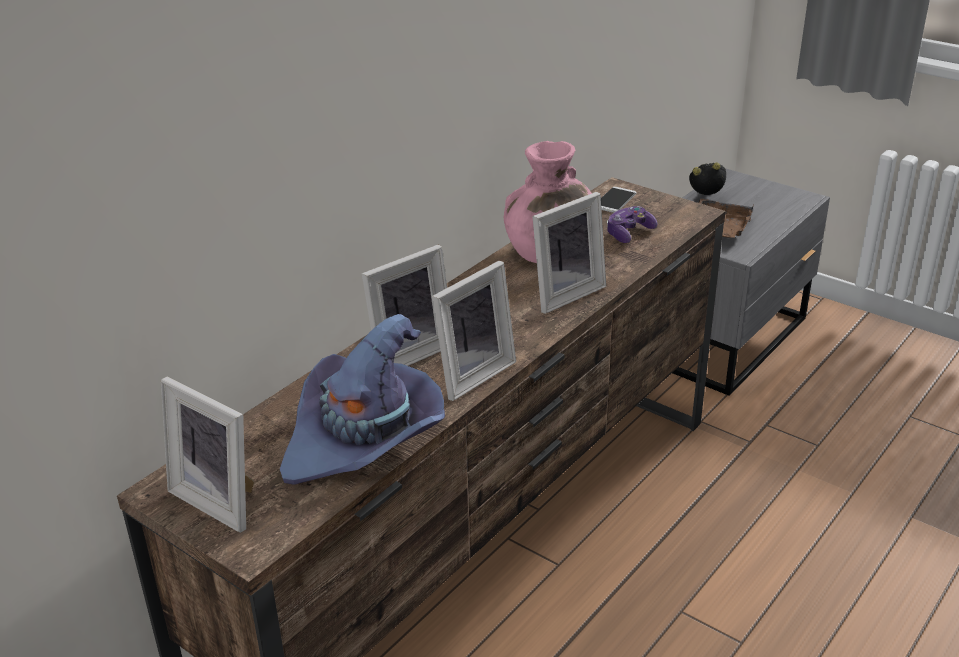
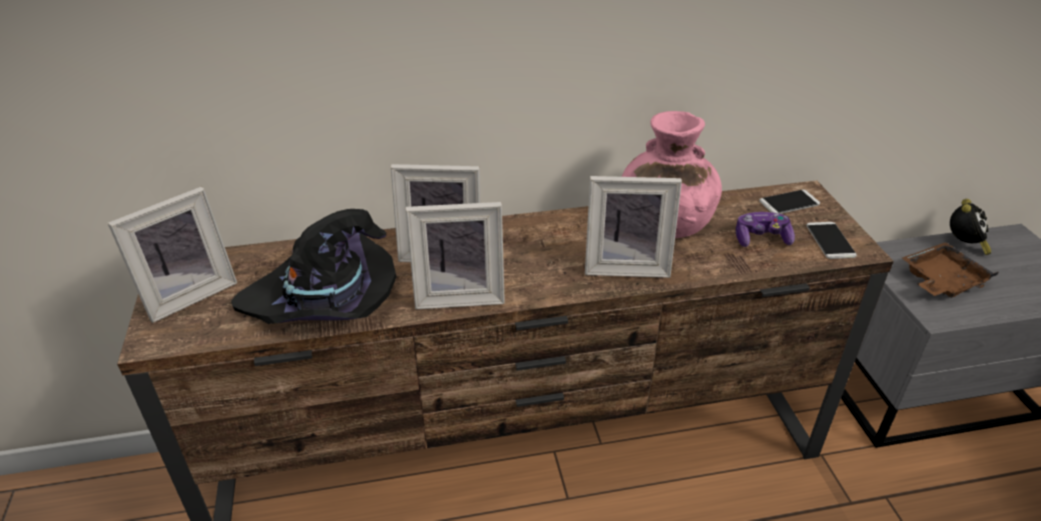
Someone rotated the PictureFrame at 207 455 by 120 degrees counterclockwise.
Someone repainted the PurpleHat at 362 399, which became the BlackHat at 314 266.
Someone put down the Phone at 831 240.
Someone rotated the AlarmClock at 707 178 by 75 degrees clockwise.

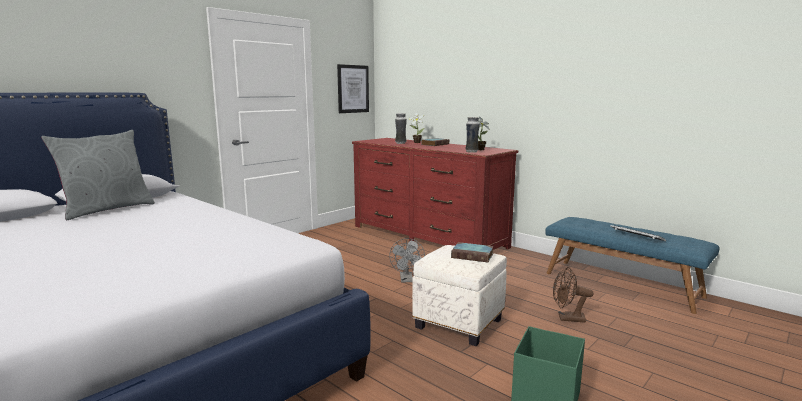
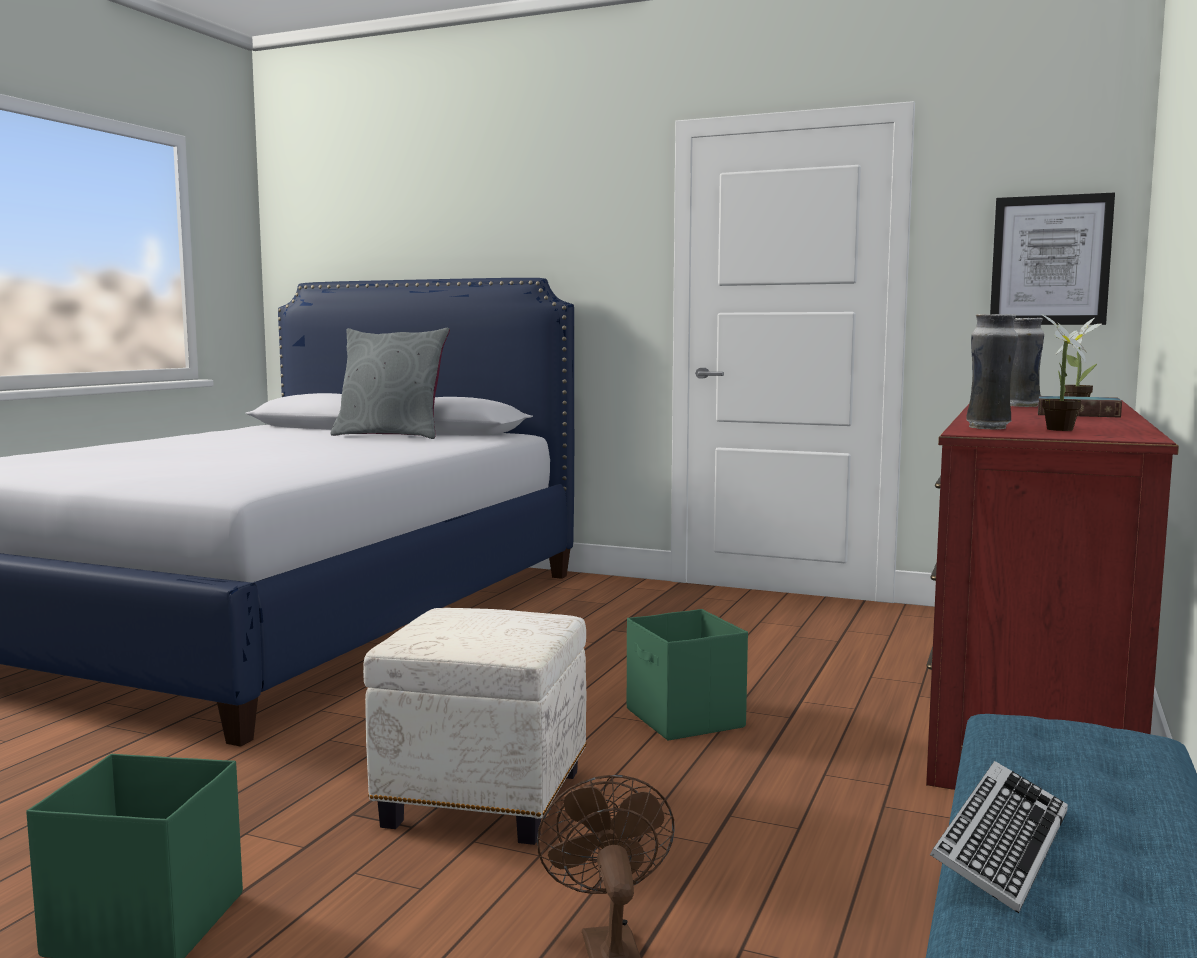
Someone swapped the GreyFan at 407 260 for the GreenStorageBox at 687 674.
Someone took away the Book at 472 252.

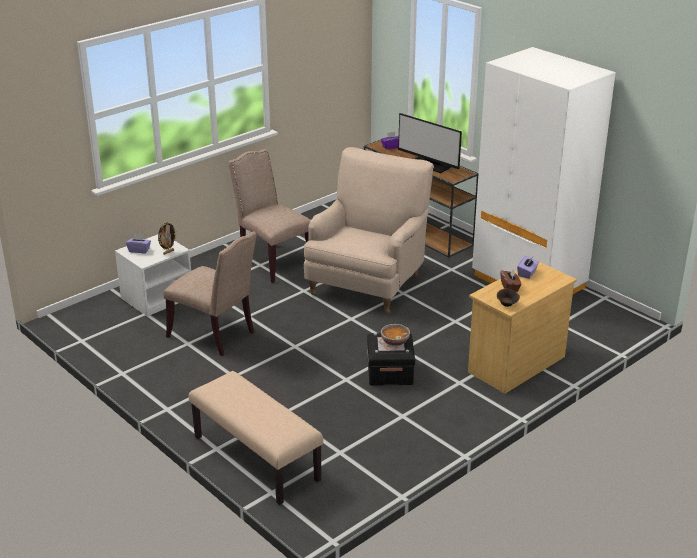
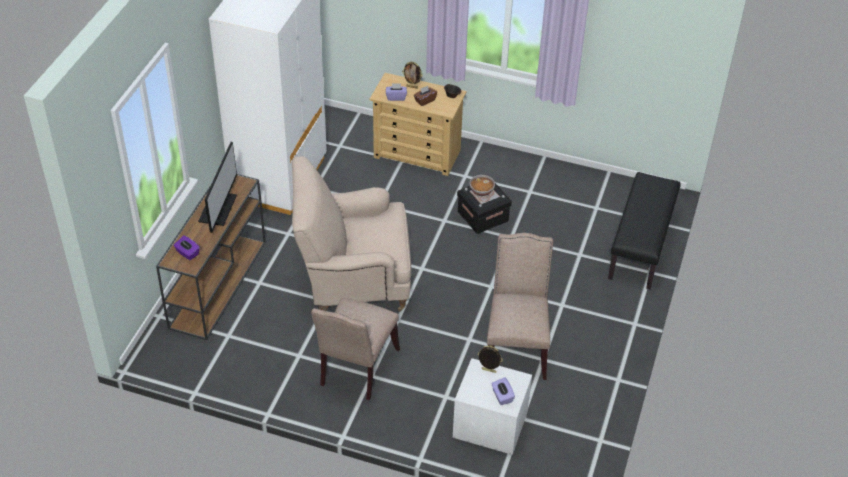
Someone put down the PictureFrame at 412 75.
Someone repainted the BeigeBench at 256 438, which became the BlackBench at 644 230.

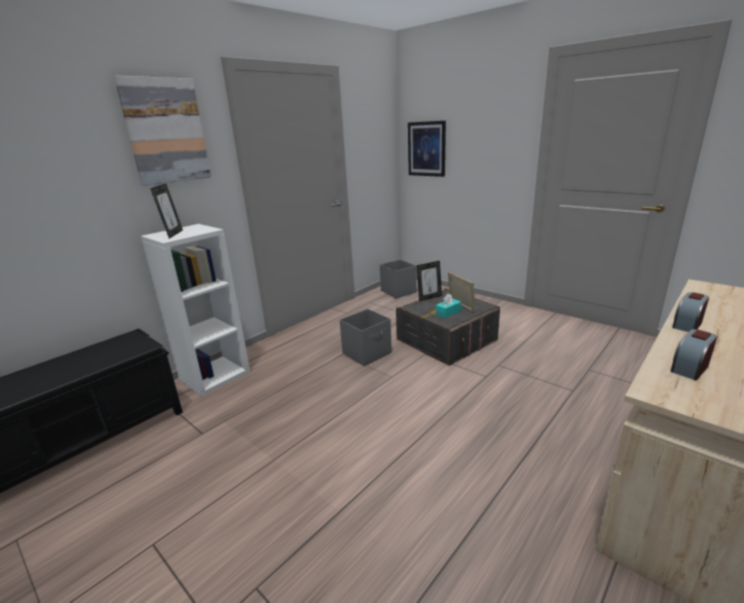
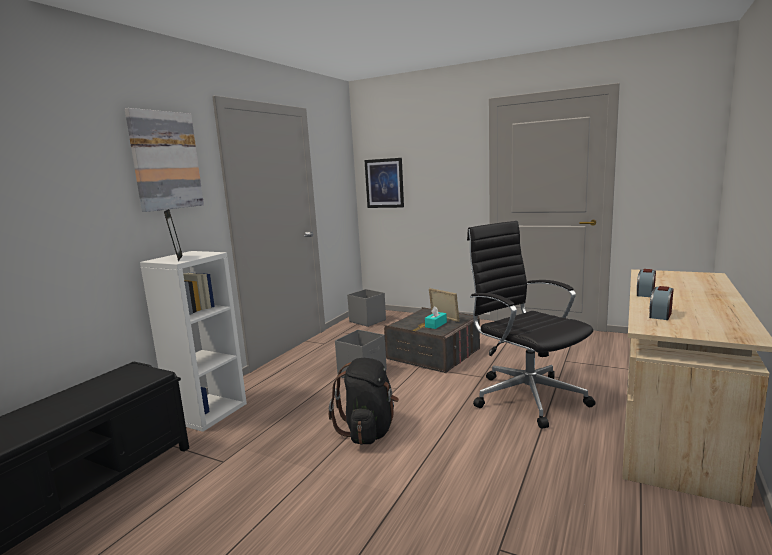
Someone put down the BlackBackpack at 364 401.
Someone put down the BlackOfficeChair at 531 325.
Someone took away the PictureFrame at 429 281.

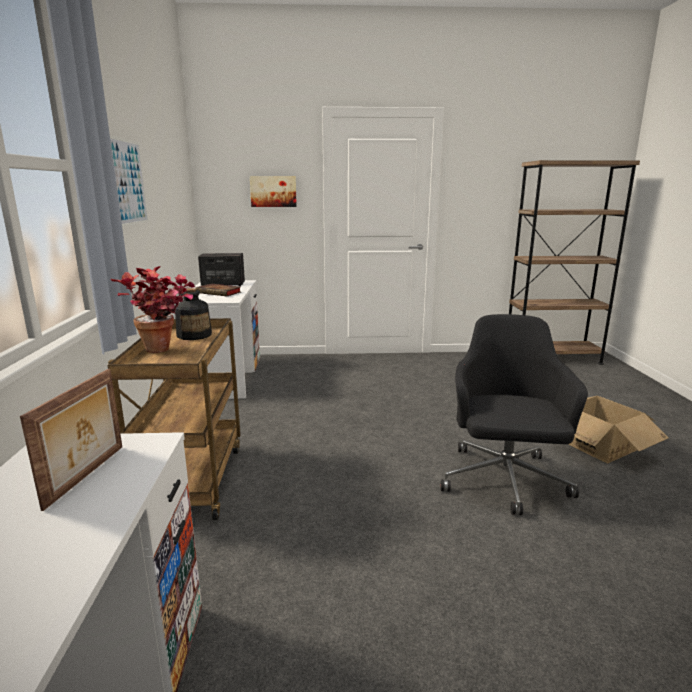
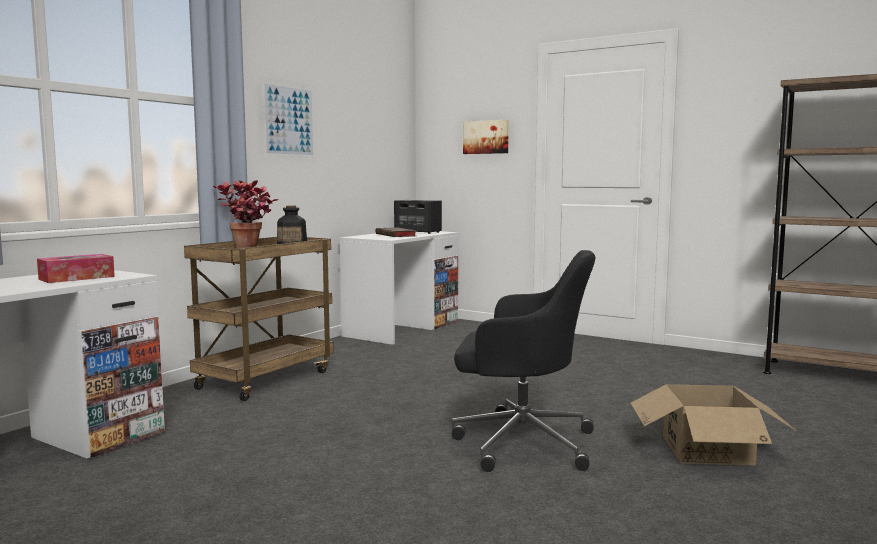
Someone swapped the PictureFrame at 71 440 for the TissueBox at 76 268.
Someone rotated the BlackOfficeChair at 514 414 by 60 degrees clockwise.

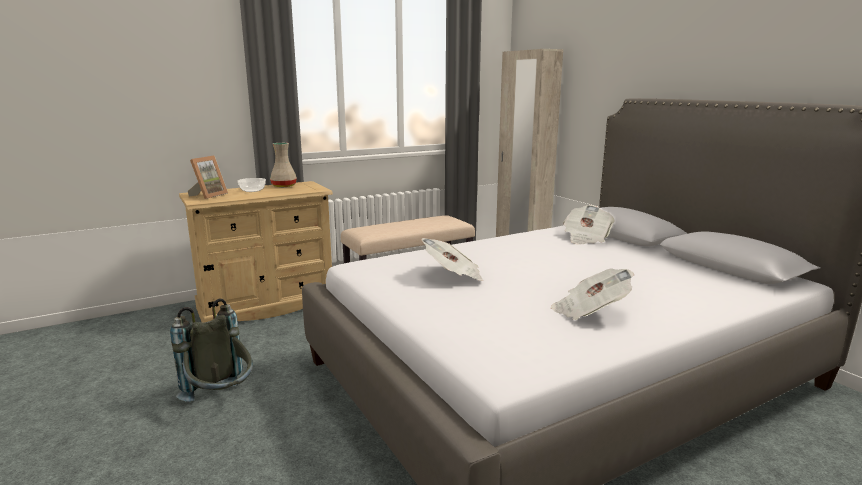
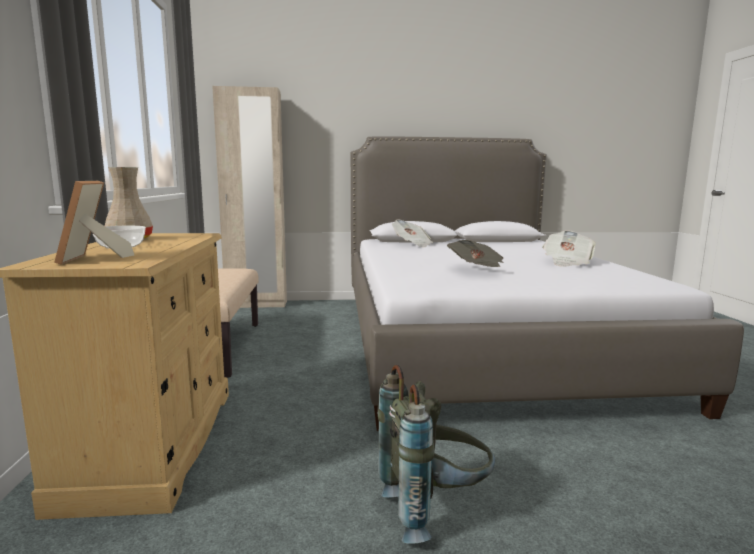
Someone rotated the PictureFrame at 208 177 by 150 degrees counterclockwise.

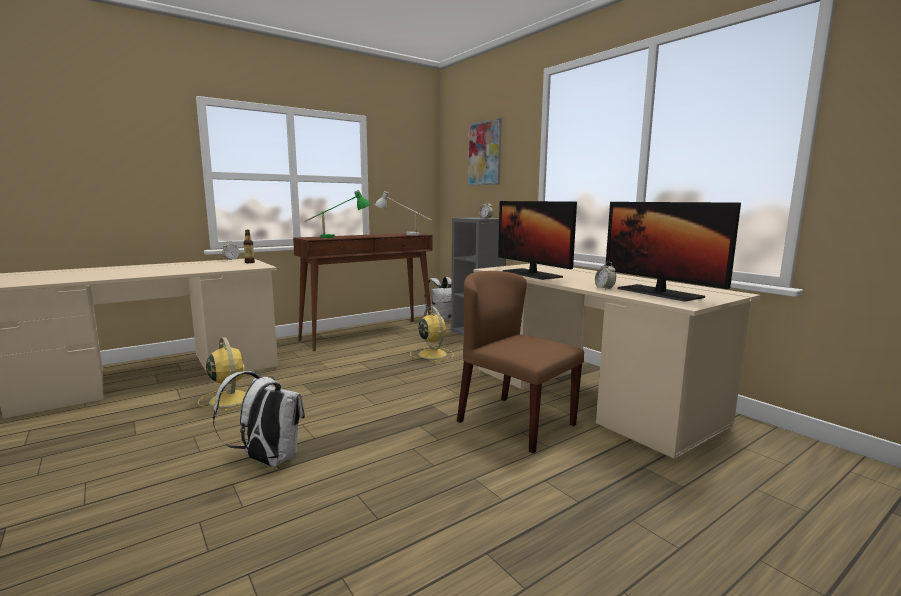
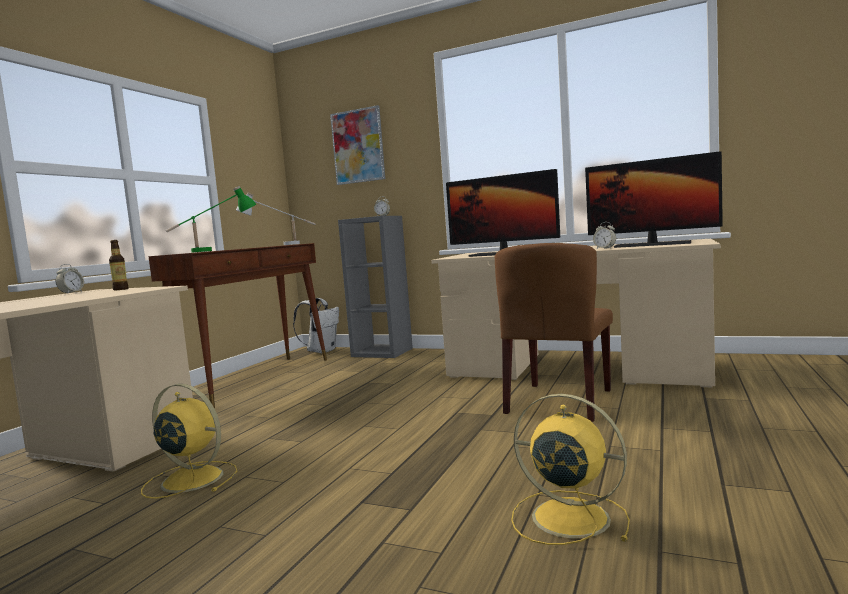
Someone rotated the BrownChair at 520 362 by 75 degrees counterclockwise.
Someone carried the YellowFan from 432 334 to 570 469.
Someone took away the WhiteBackpack at 259 419.

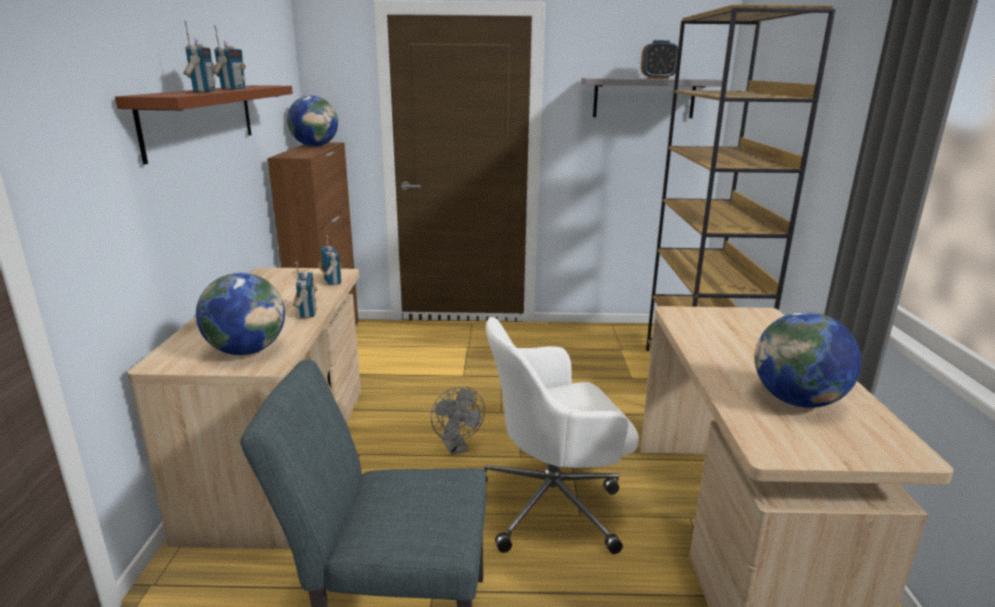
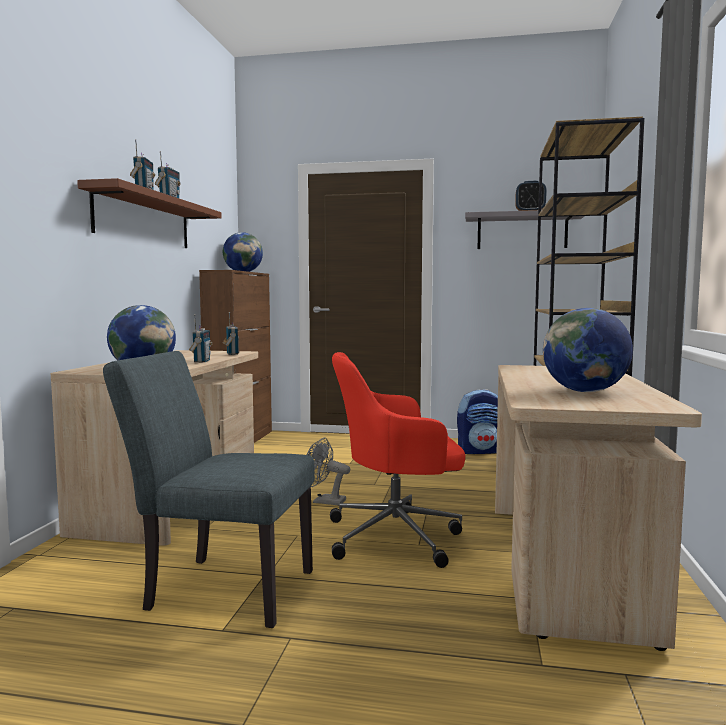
Someone rotated the GreyFan at 458 420 by 120 degrees clockwise.
Someone repainted the WhiteOfficeChair at 561 435, which became the RedOfficeChair at 397 460.
Someone put down the Backpack at 477 421.

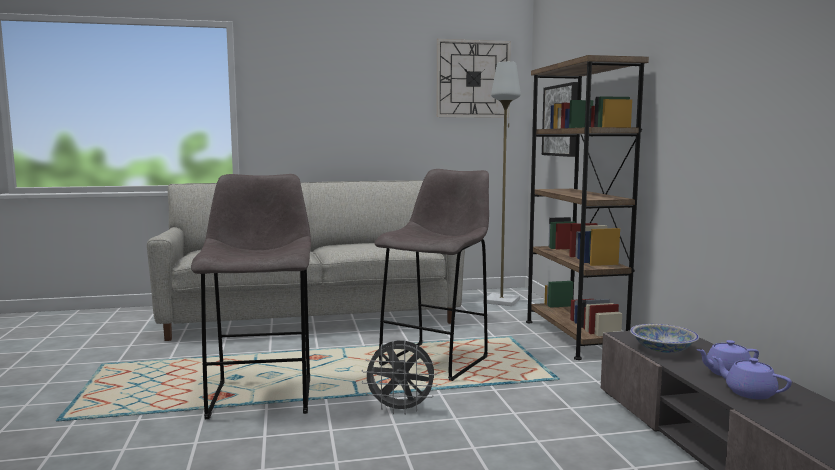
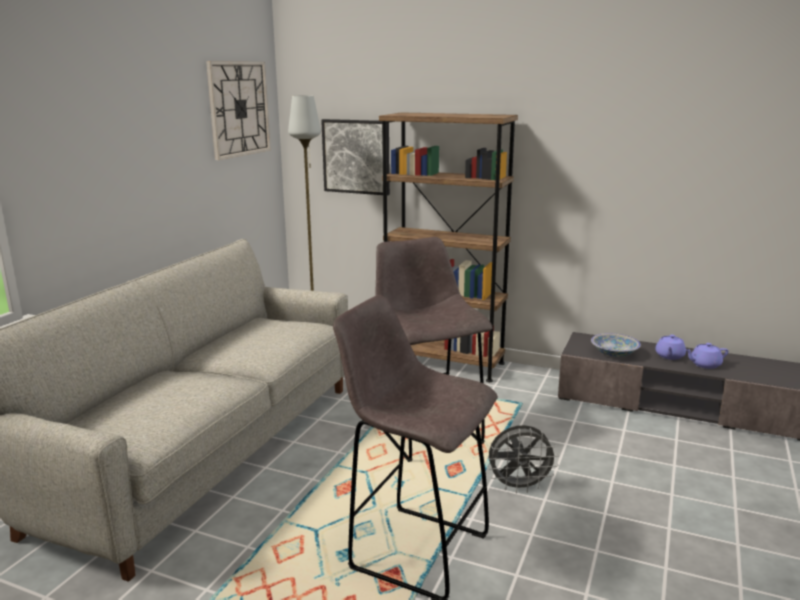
Someone rotated the GreyFan at 400 377 by 45 degrees clockwise.

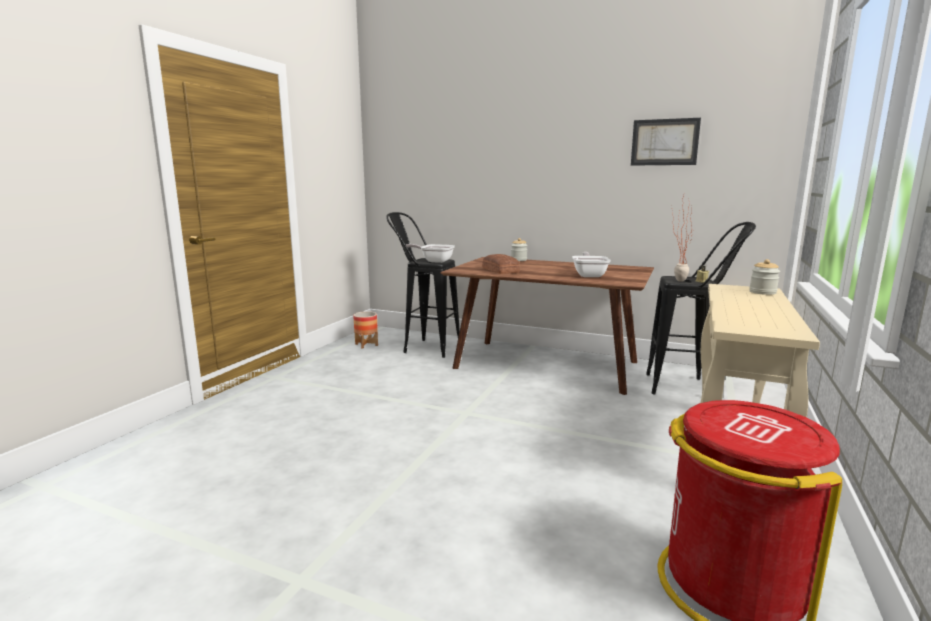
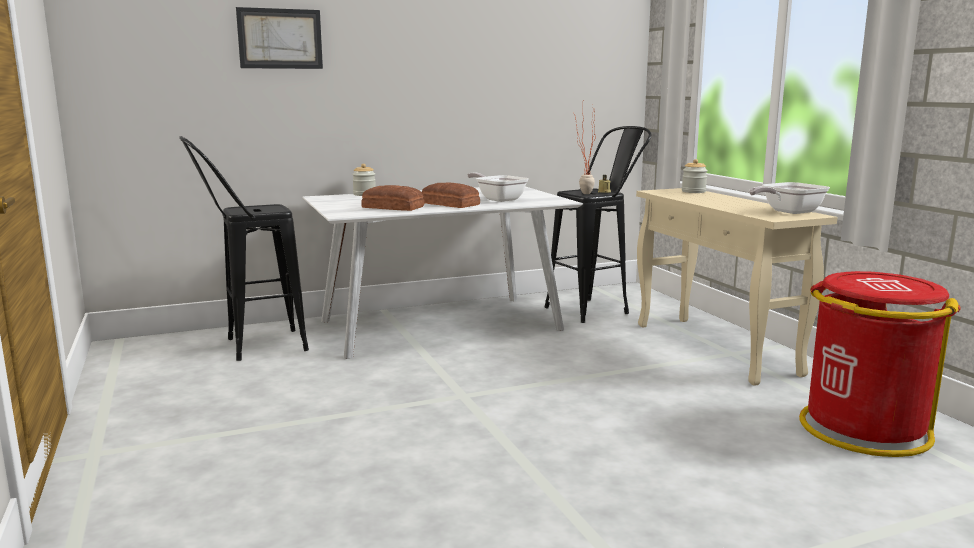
Someone carried the Picture from 666 142 to 279 38.
Someone repainted the BrownDiningTable at 547 326, which became the WhiteDiningTable at 443 273.
Someone put down the Bread at 451 195.
Someone carried the FryingPan from 429 253 to 789 198.
Someone took away the Planter at 365 330.

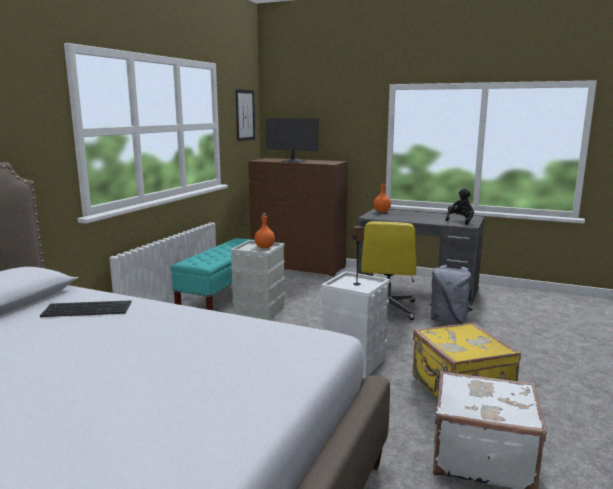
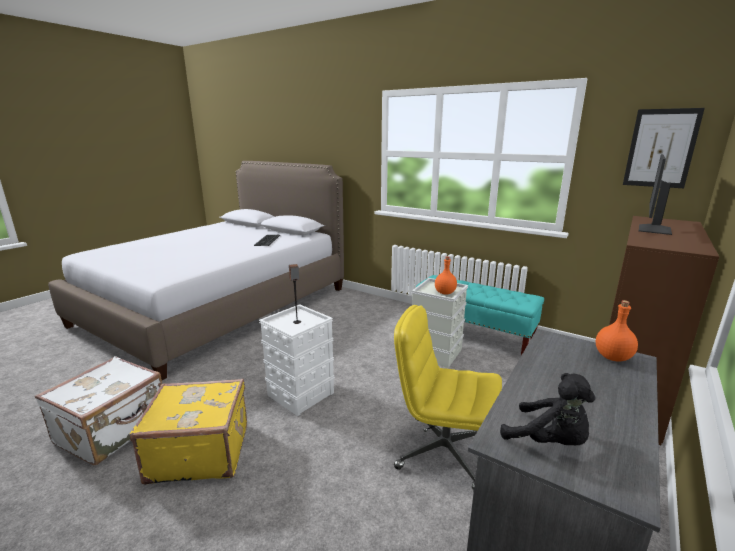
Someone took away the GreyBackpack at 451 294.

